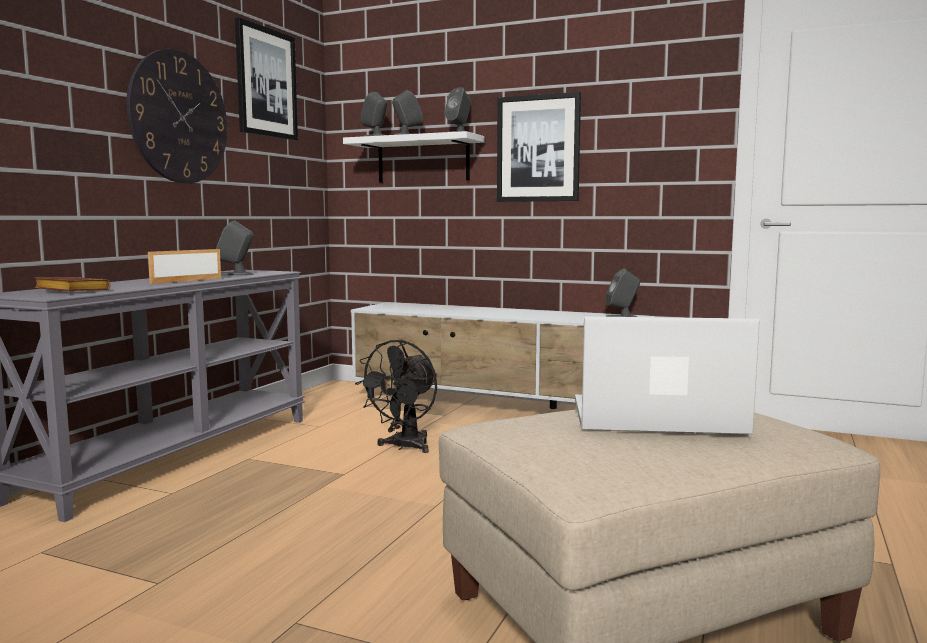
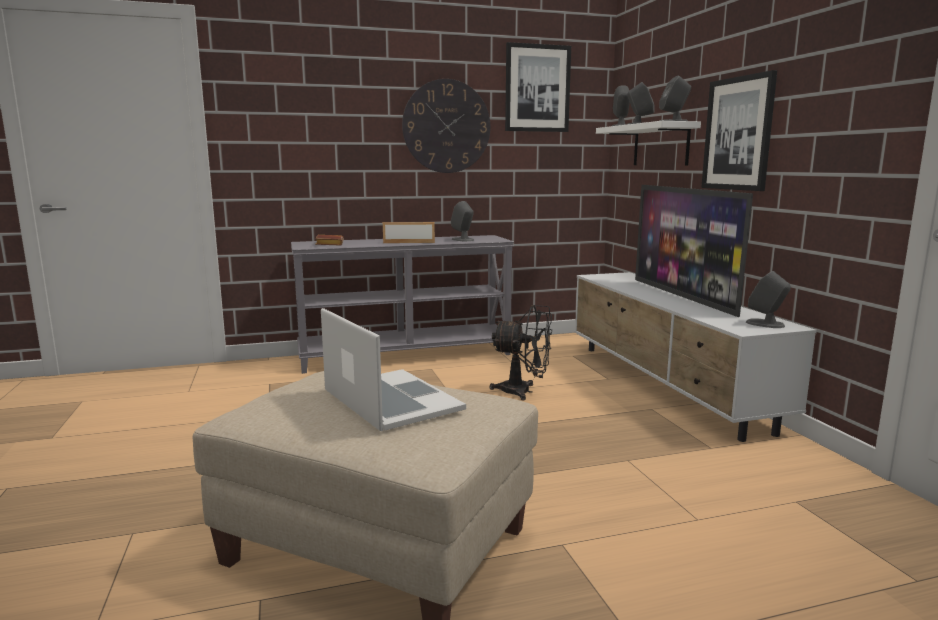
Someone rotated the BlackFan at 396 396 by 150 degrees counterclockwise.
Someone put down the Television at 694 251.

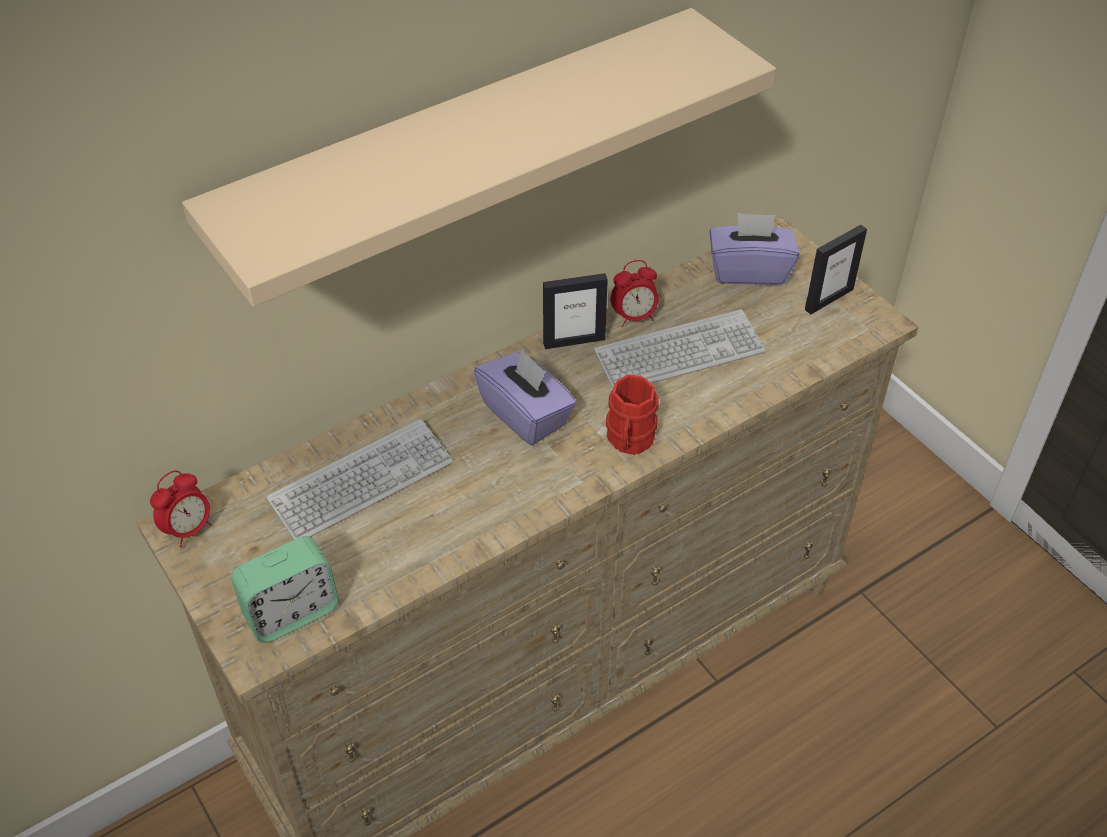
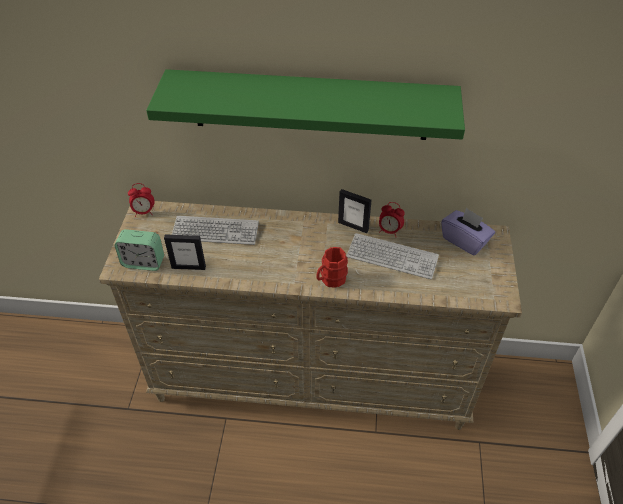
Someone repainted the BeigeShelf at 479 157, which became the GreenShelf at 305 104.
Someone carried the PictureFrame from 836 269 to 185 252.
Someone took away the PurpleTissueBox at 525 396.

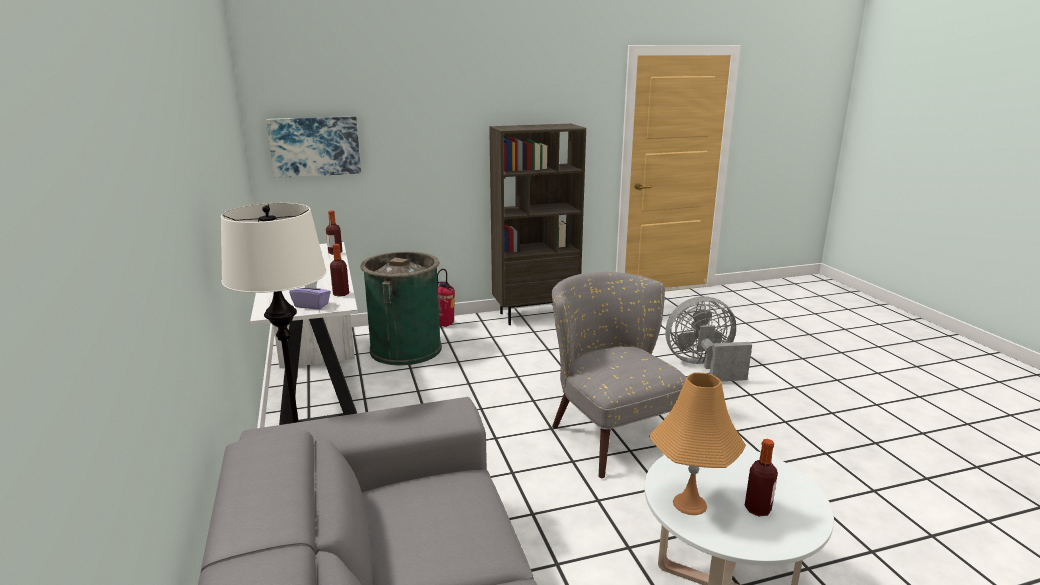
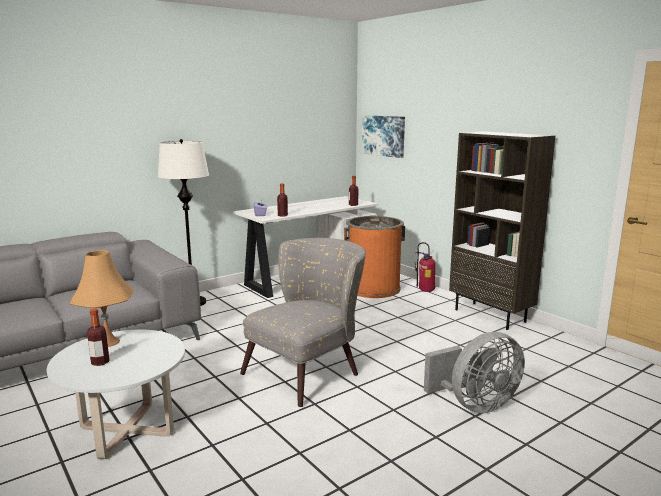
Someone repainted the GreenTrashCan at 401 308, which became the OrangeTrashCan at 374 257.
Someone rotated the GreyFan at 708 338 by 90 degrees clockwise.

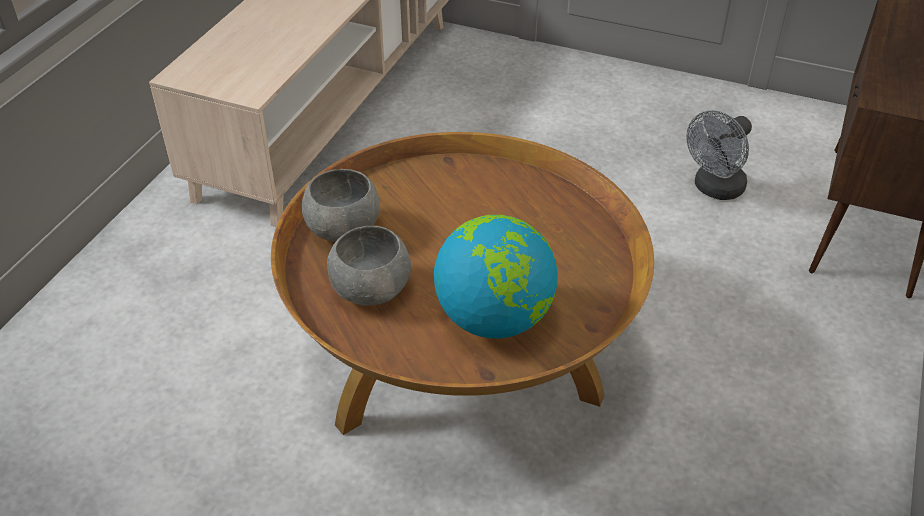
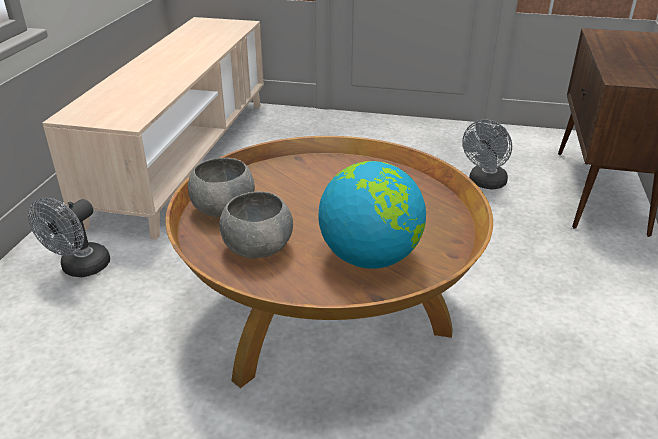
Someone put down the GreyFan at 69 237.

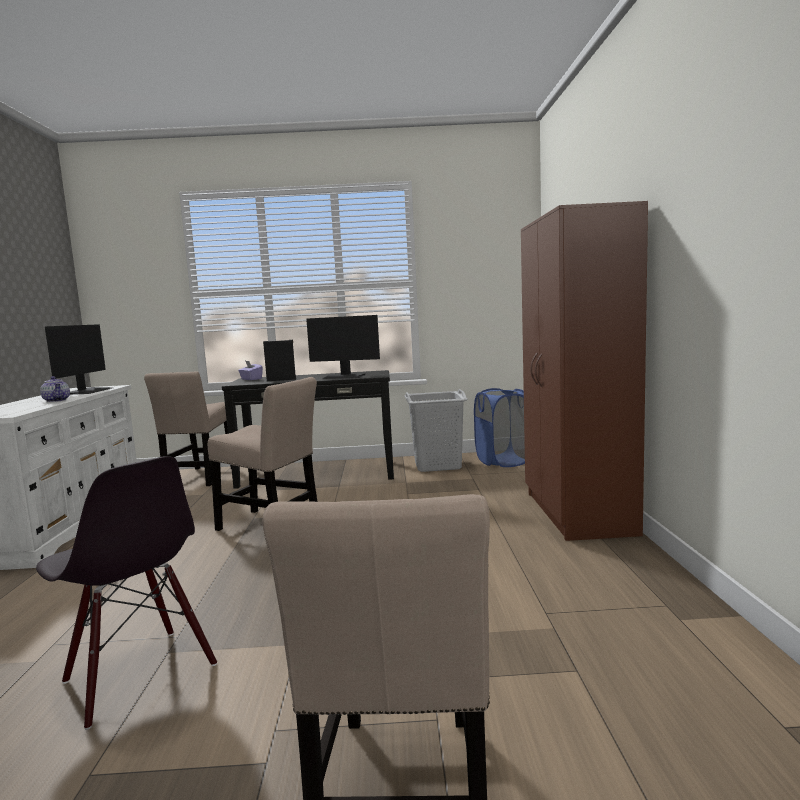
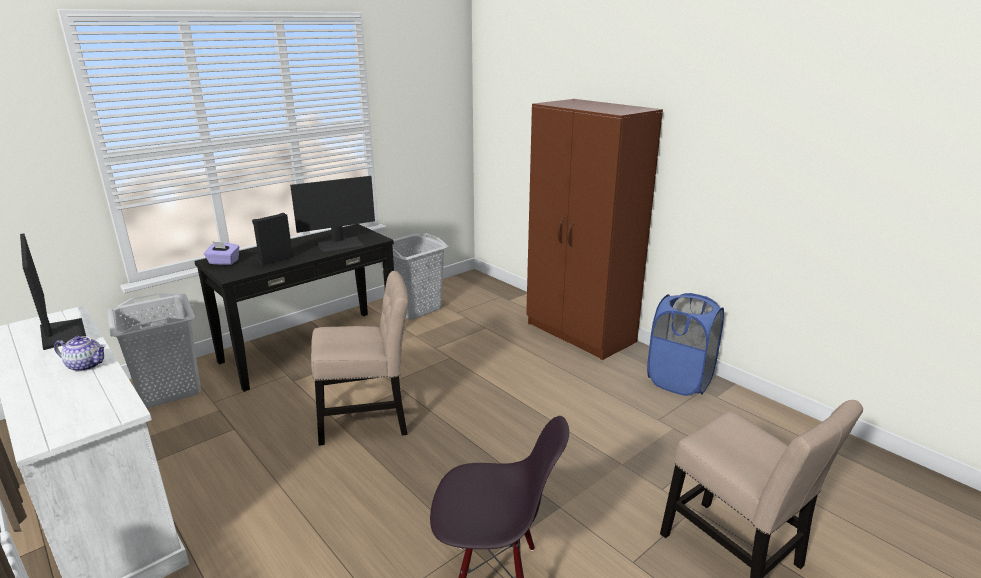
Someone swapped the BeigeChair at 187 429 for the GreyLaundryBasket at 154 350.
Someone carried the BlueLaundryBasket from 499 427 to 685 344.

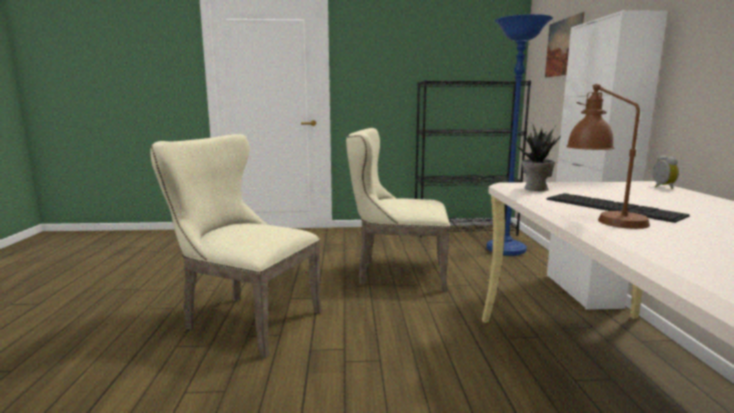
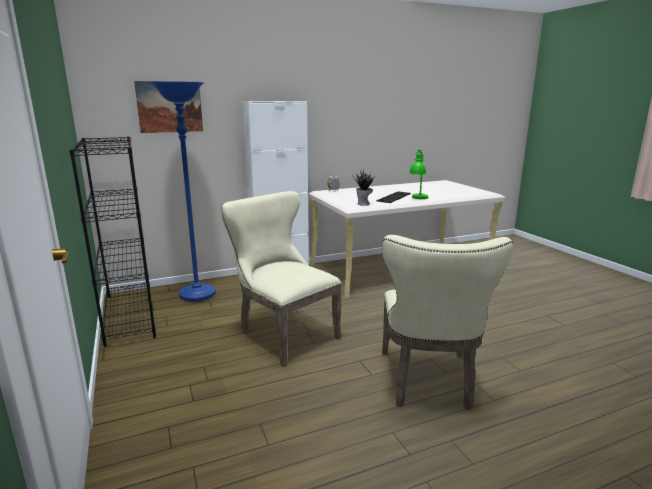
Someone rotated the BeigeChair at 398 210 by 150 degrees clockwise.
Someone repainted the BrownTableLamp at 608 156, which became the GreenTableLamp at 419 174.

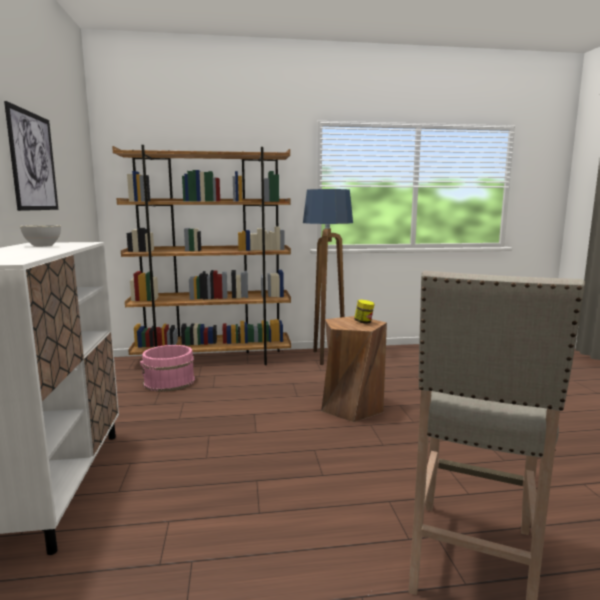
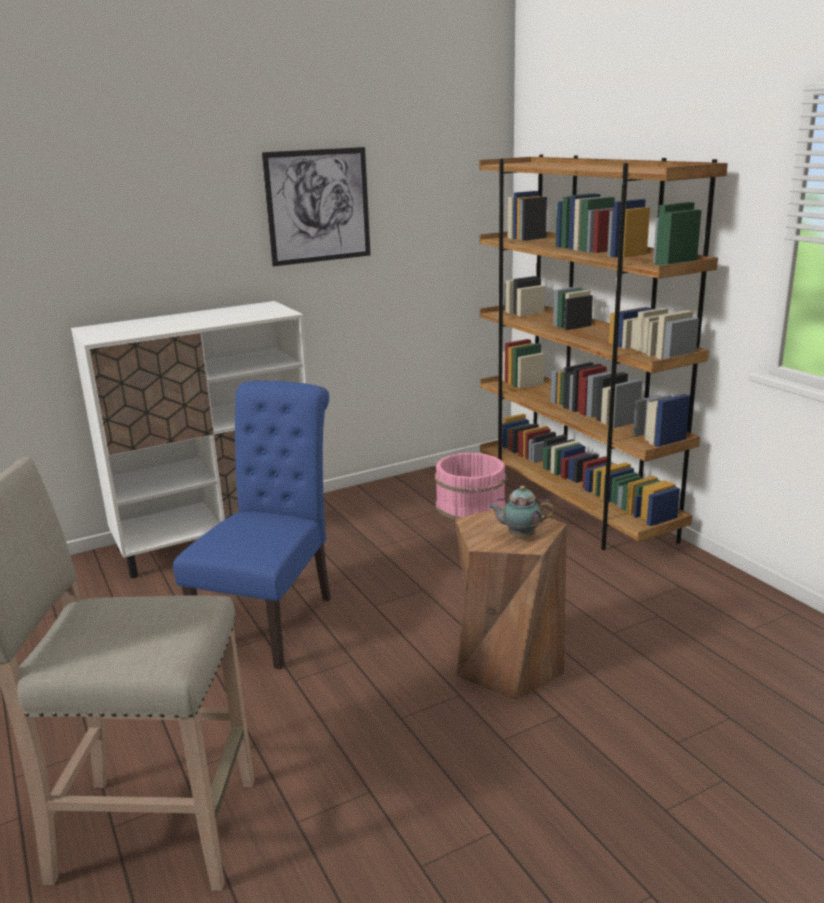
Someone put down the BlueChair at 252 525.
Someone swapped the Jar at 364 312 for the Teapot at 521 511.
Someone took away the GreyBowl at 40 236.
Someone took away the FloorLamp at 328 277.

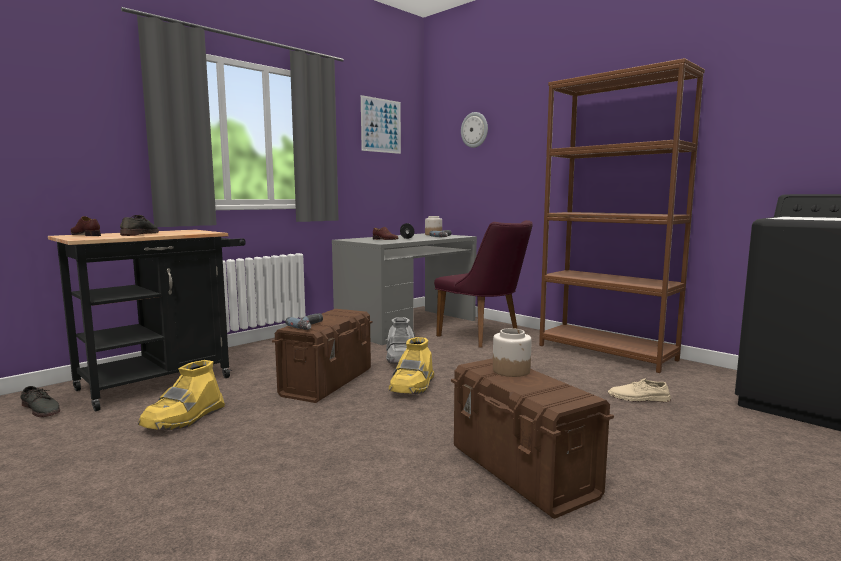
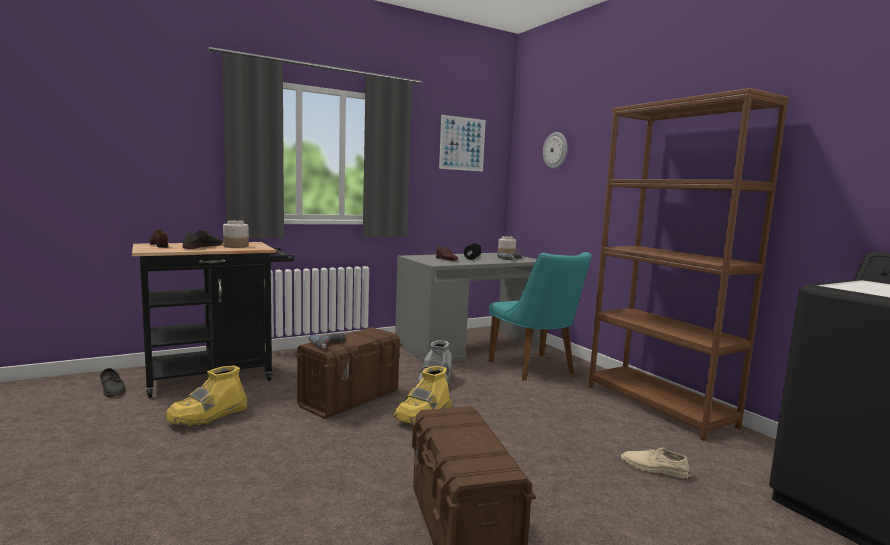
Someone carried the Jar from 512 352 to 236 234.
Someone repainted the PurpleChair at 483 283, which became the TurquoiseChair at 540 316.

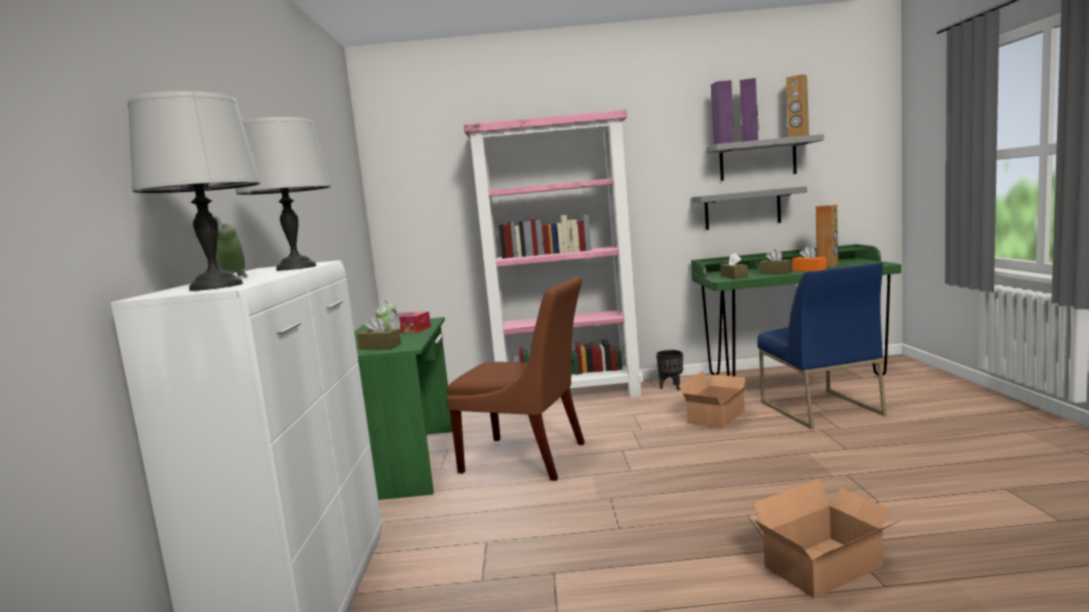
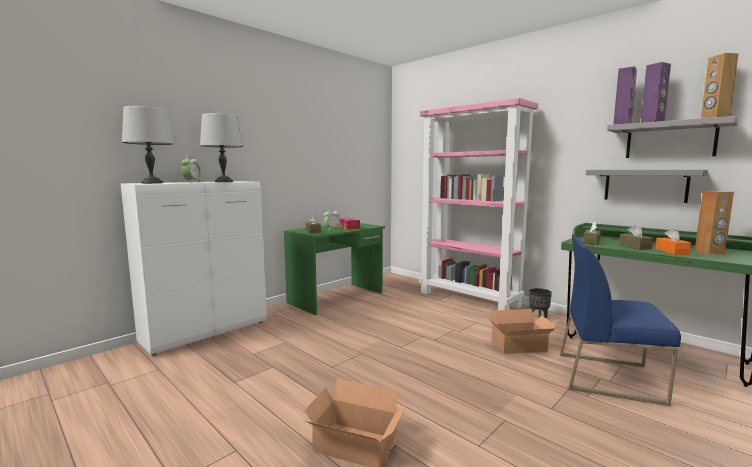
Someone rotated the BlueChair at 822 346 by 75 degrees clockwise.
Someone took away the BrownChair at 516 378.

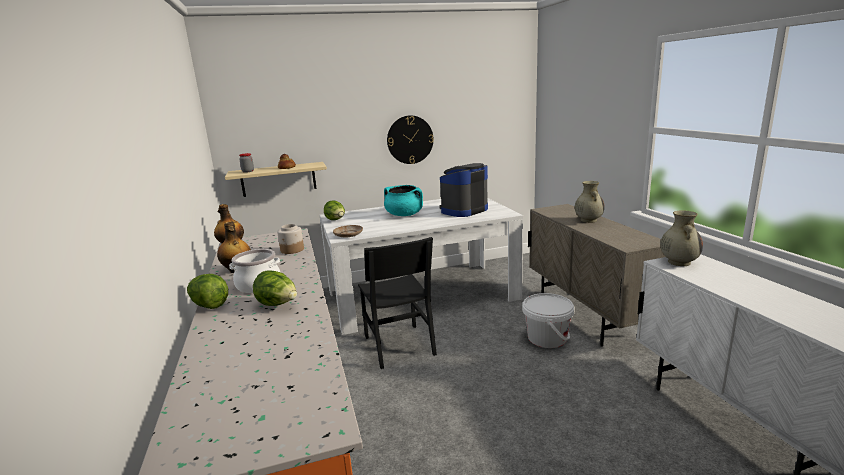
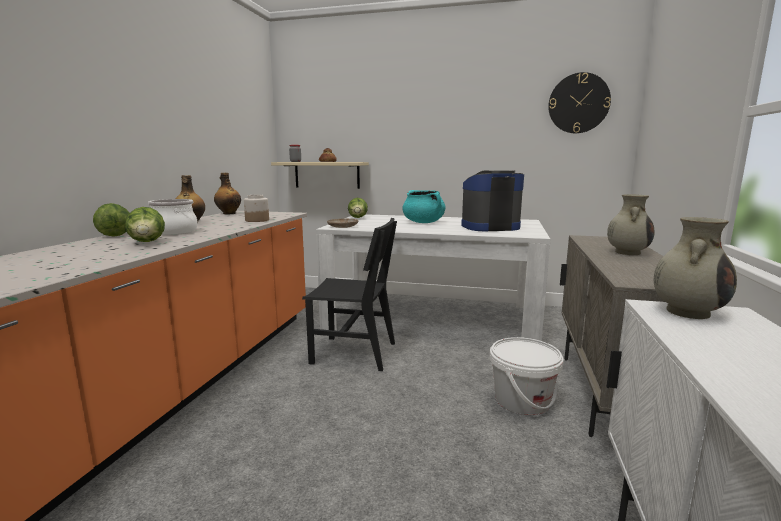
Someone rotated the BlackChair at 397 303 by 90 degrees counterclockwise.
Someone carried the WallClock from 410 139 to 579 102.

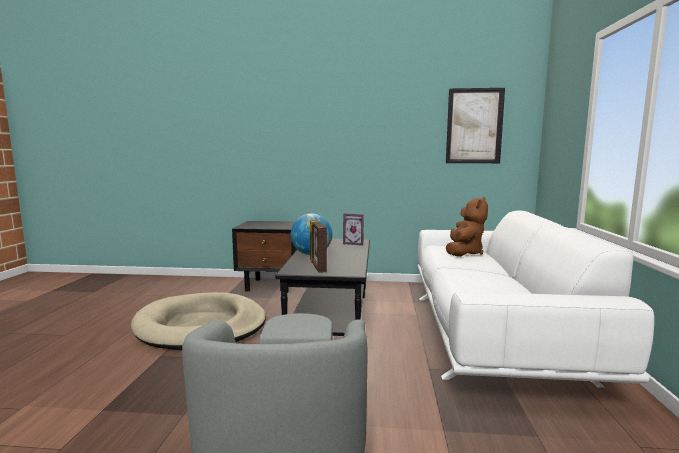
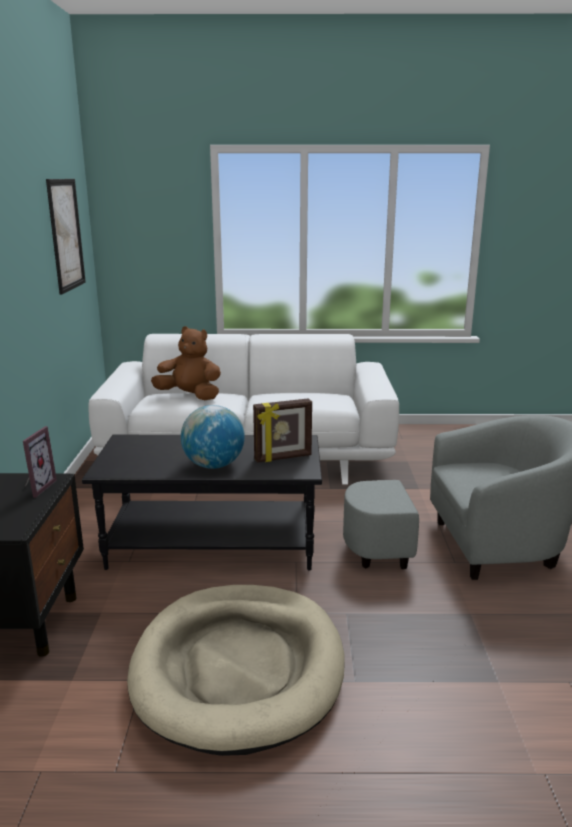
Someone carried the PictureFrame from 353 229 to 40 462.

